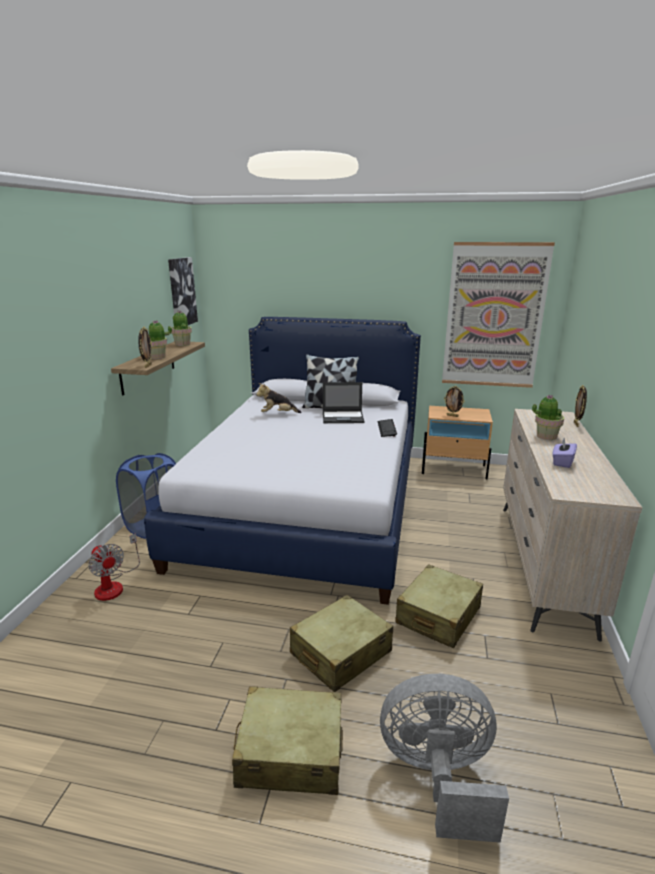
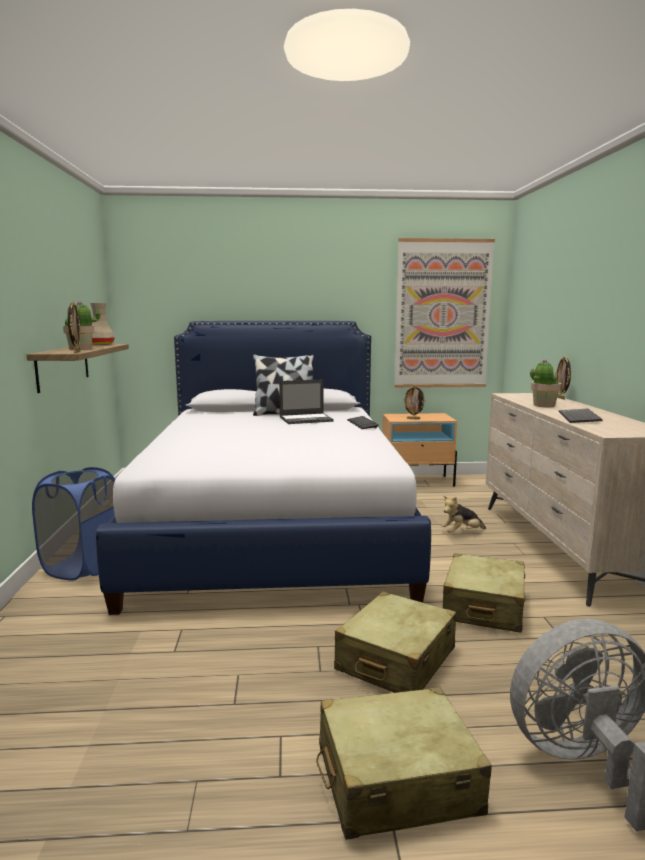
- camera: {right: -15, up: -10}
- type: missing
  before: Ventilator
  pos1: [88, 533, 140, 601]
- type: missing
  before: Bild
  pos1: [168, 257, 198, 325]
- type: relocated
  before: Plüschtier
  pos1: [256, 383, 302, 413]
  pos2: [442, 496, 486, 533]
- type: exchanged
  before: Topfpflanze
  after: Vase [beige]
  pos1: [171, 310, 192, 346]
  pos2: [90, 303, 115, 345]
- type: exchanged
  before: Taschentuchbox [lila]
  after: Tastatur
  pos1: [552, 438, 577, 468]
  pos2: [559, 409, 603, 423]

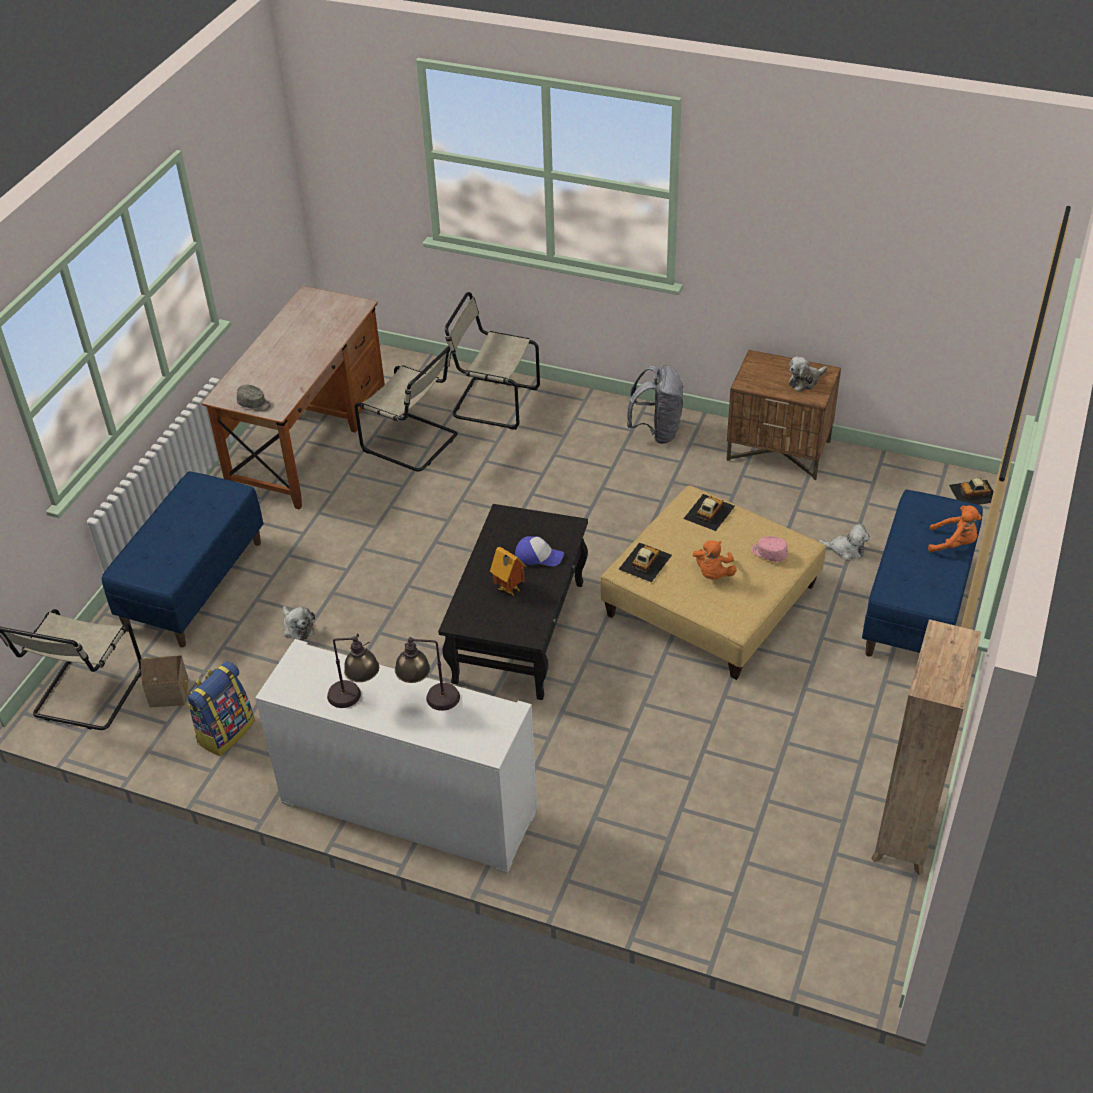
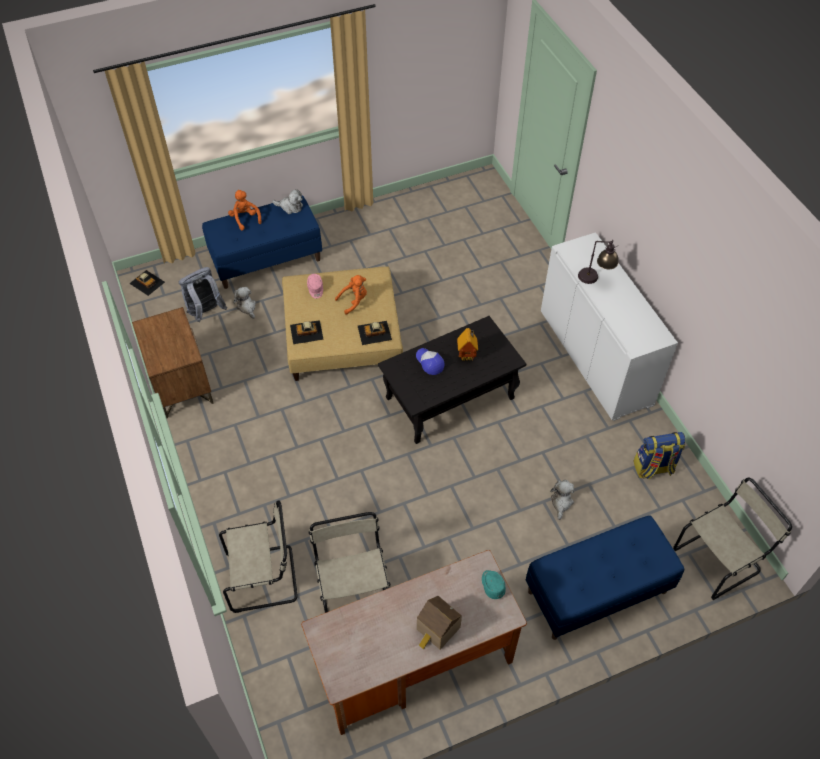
- camera: {right: -135, up: 10}
- type: missing
  before: Tischlampe
  pos1: [327, 634, 379, 708]
- type: missing
  before: Bücherregal [braun]
  pos1: [871, 619, 981, 875]
- type: relocated
  before: Spielzeughaus
  pos1: [140, 655, 188, 708]
  pos2: [417, 596, 462, 650]
- type: relocated
  before: Rucksack [grau]
  pos1: [627, 365, 684, 444]
  pos2: [179, 267, 227, 322]
- type: relocated
  before: Plüschtier
  pos1: [789, 357, 827, 392]
  pos2: [272, 189, 303, 214]
- type: colour
  before: Kappe [grau]
  after: Kappe [türkis]
  pos1: [237, 385, 271, 412]
  pos2: [482, 570, 506, 599]
- type: spun
  before: Stuhl [beige]
  pos1: [445, 292, 540, 430]
  pos2: [219, 500, 298, 613]
  turn: -75

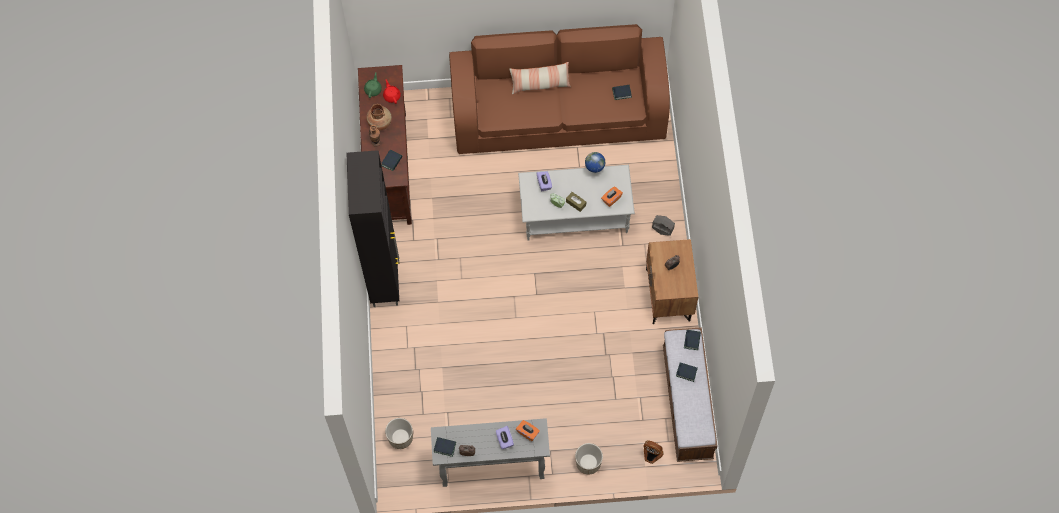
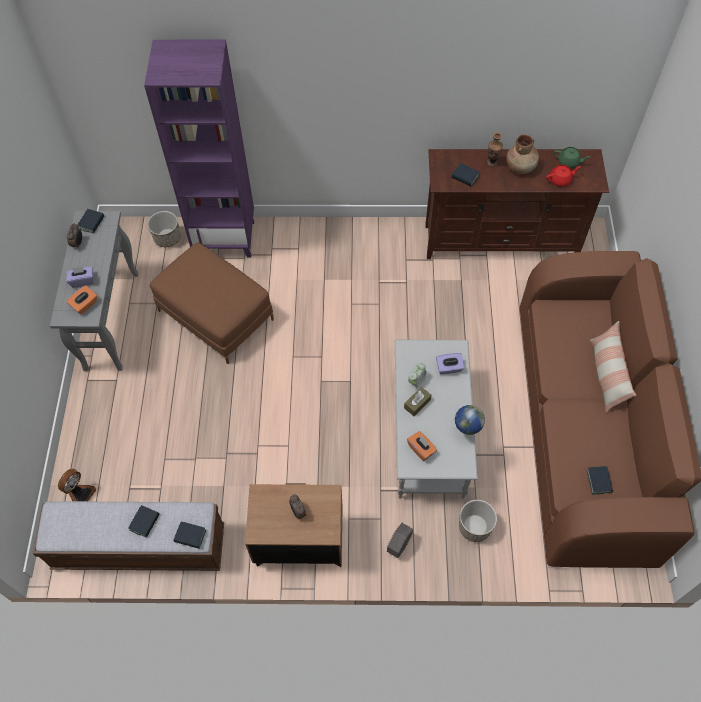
- camera: {right: 95, up: -5}
- type: missing
  before: Schrank [schwarz]
  pos1: [346, 150, 400, 307]
- type: appeared
  after: Bücherregal [lila]
  pos2: [144, 40, 254, 258]
- type: appeared
  after: Polsterhocker [braun]
  pos2: [150, 242, 274, 364]
- type: relocated
  before: Pflanzkübel
  pos1: [575, 443, 603, 474]
  pos2: [459, 500, 497, 542]

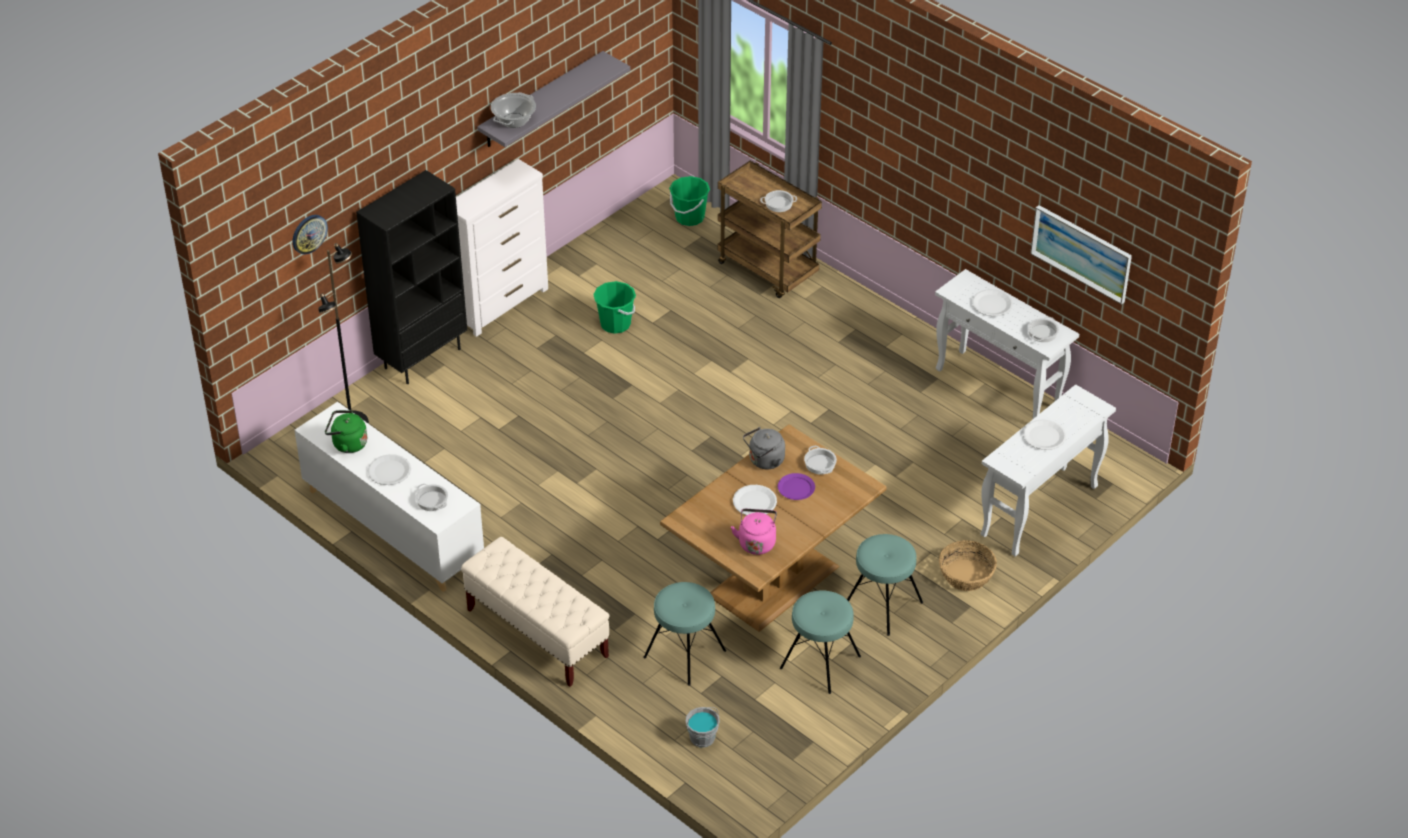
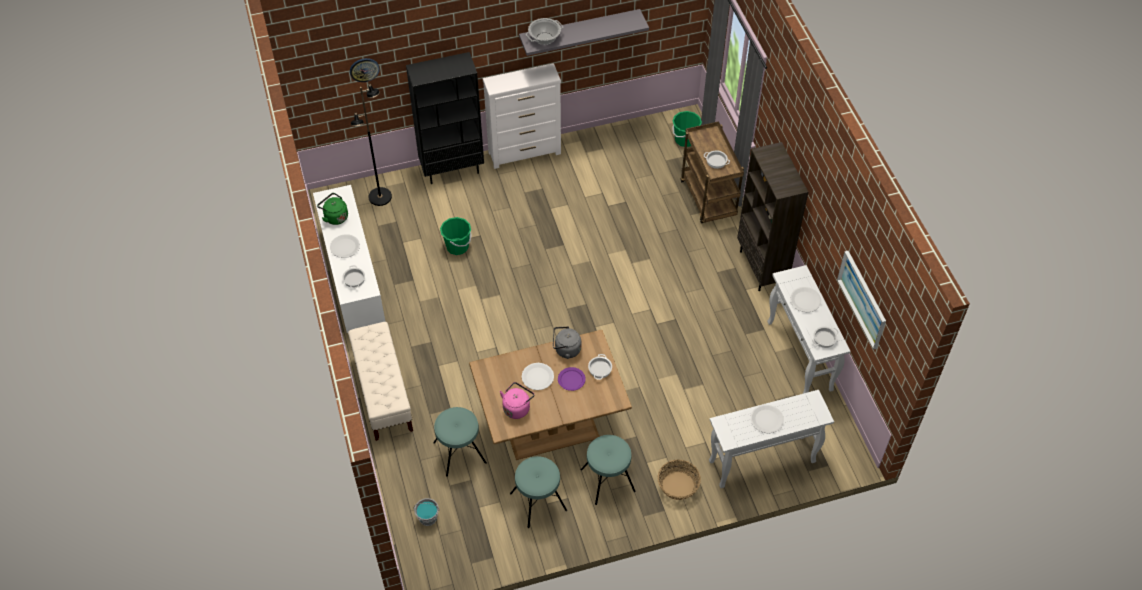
- camera: {right: 30, up: 10}
- type: appeared
  after: Bücherregal [braun]
  pos2: [737, 142, 808, 291]
- type: relocated
  before: Eimer [grün]
  pos1: [593, 281, 636, 334]
  pos2: [440, 217, 472, 255]

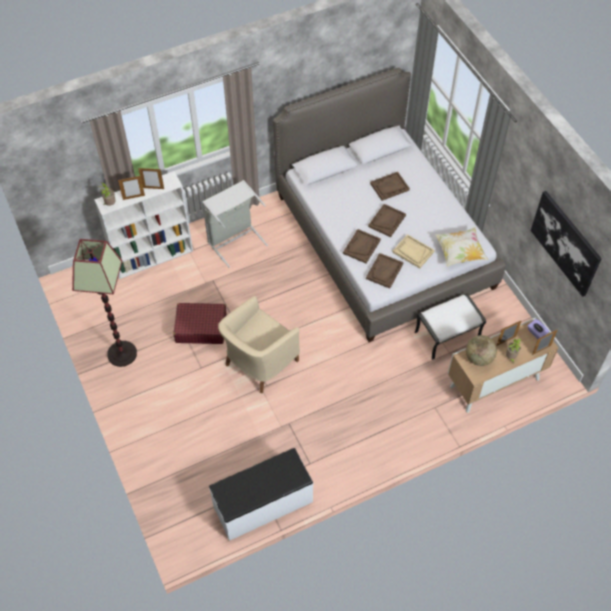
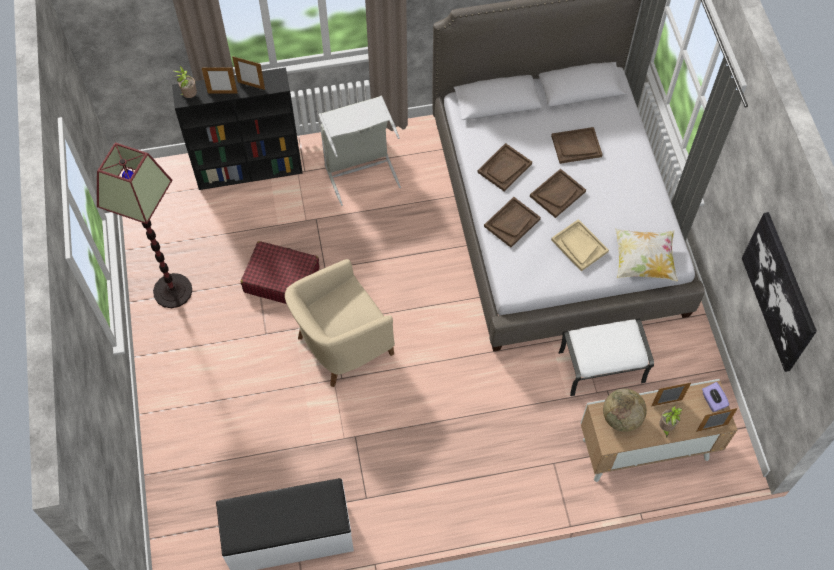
- camera: {right: 15, up: 5}
- type: relocated
  before: Tablett [braun]
  pos1: [366, 253, 404, 288]
  pos2: [477, 143, 532, 192]
- type: colour
  before: Bücherregal [weiß]
  after: Bücherregal [schwarz]
  pos1: [94, 171, 193, 279]
  pos2: [172, 68, 303, 190]

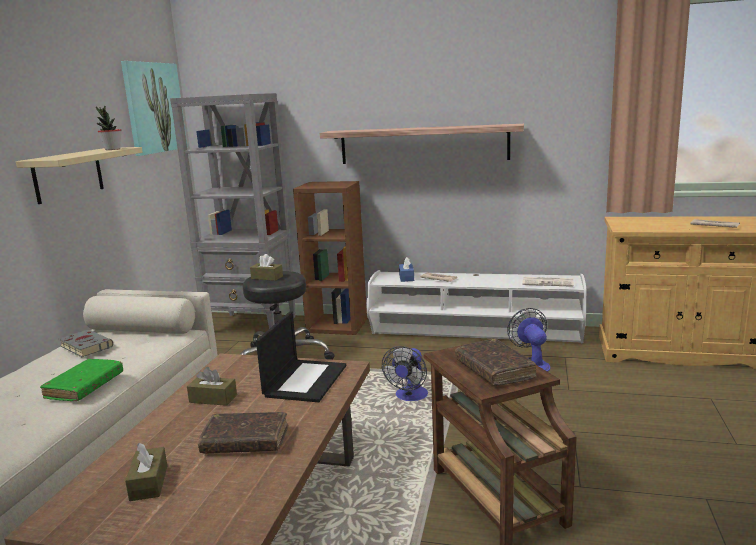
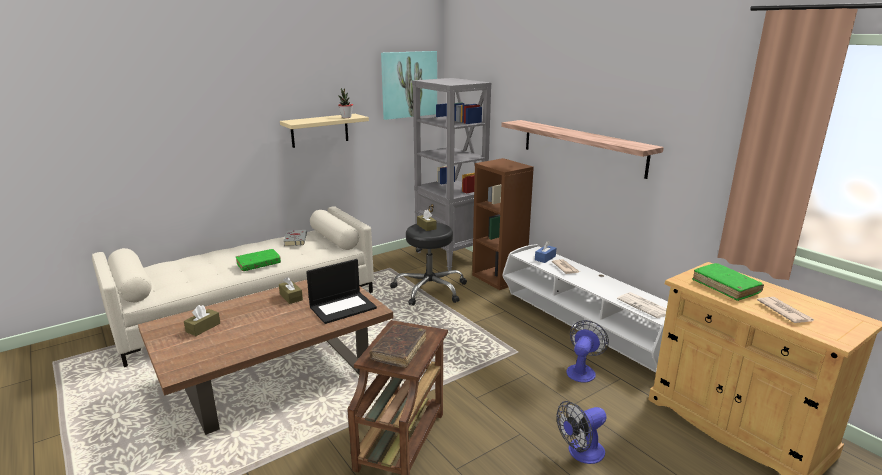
- camera: {right: 40, up: 5}
- type: missing
  before: Buch [braun]
  pos1: [198, 412, 288, 454]
- type: appeared
  after: Buch [grün]
  pos2: [692, 263, 764, 301]
- type: relocated
  before: Ventilator
  pos1: [382, 346, 428, 401]
  pos2: [557, 401, 607, 464]

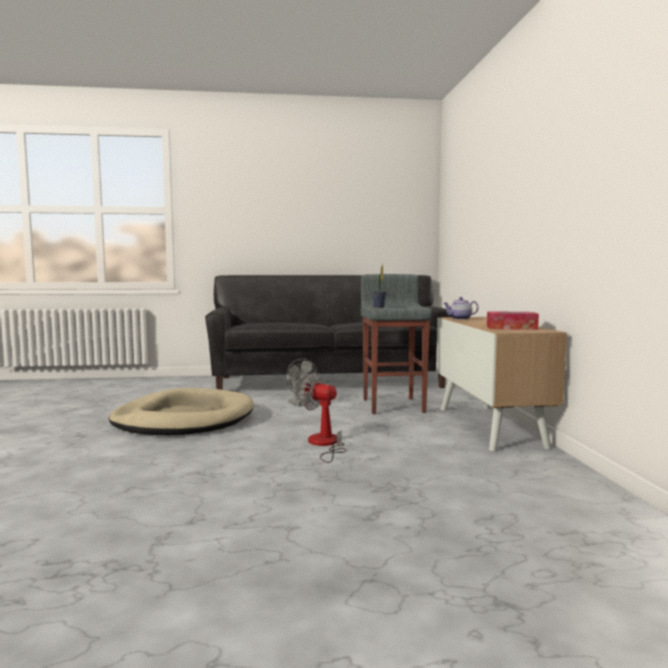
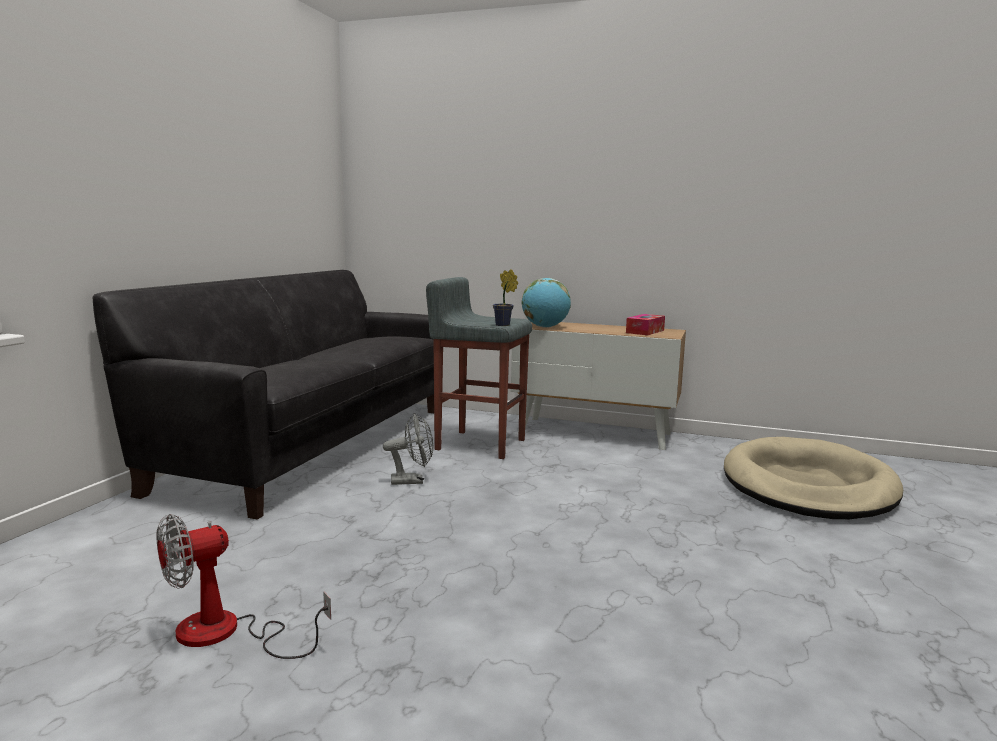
- camera: {right: -65, up: 5}
- type: relocated
  before: Hundebett [beige]
  pos1: [109, 388, 254, 435]
  pos2: [724, 437, 903, 519]
- type: relocated
  before: Ventilator
  pos1: [301, 372, 346, 463]
  pos2: [156, 514, 331, 659]
- type: exchanged
  before: Teekanne
  after: Globus
  pos1: [444, 297, 478, 320]
  pos2: [522, 278, 571, 328]

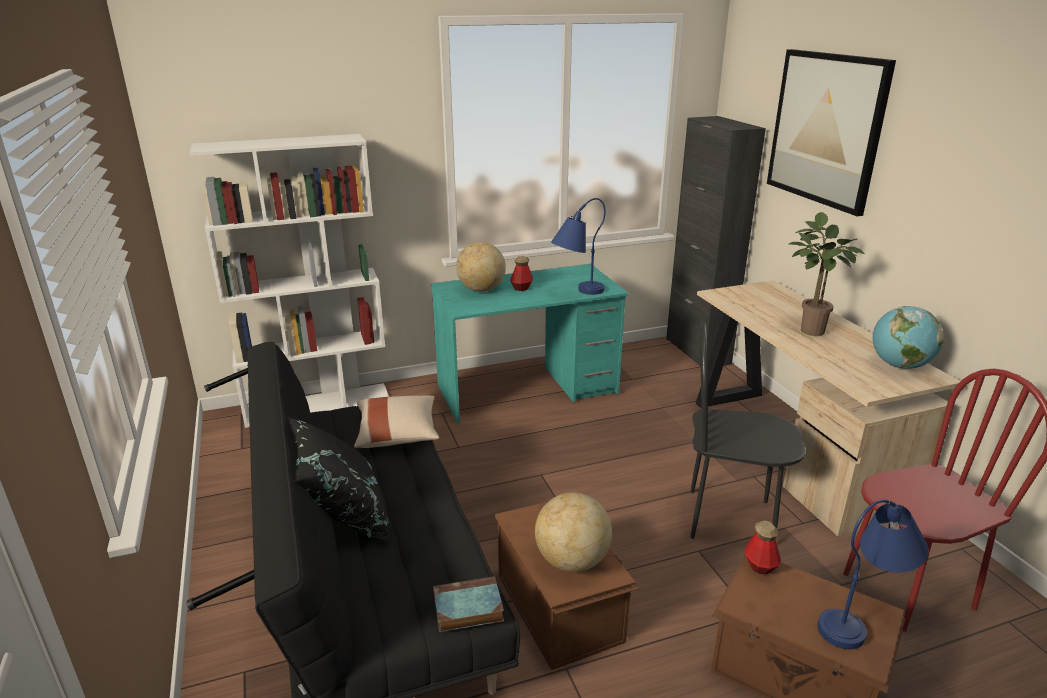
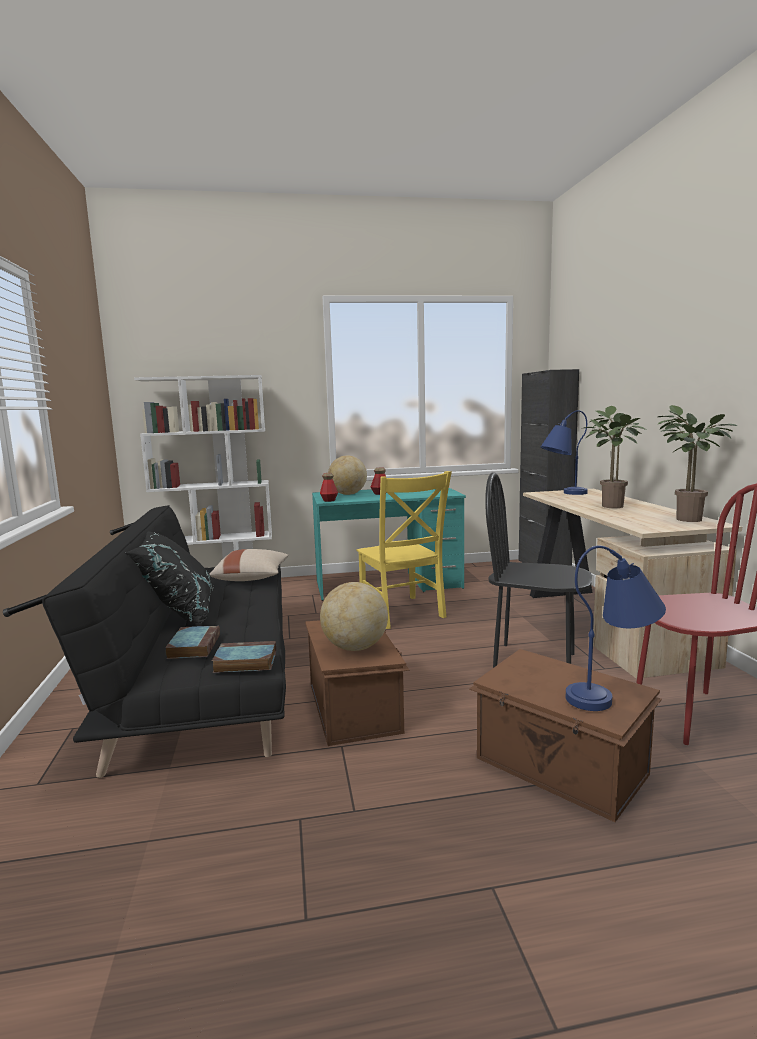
- camera: {right: 10, up: -15}
- type: missing
  before: Bild
  pos1: [767, 49, 896, 216]
- type: appeared
  after: Buch
  pos2: [165, 625, 220, 659]
- type: appeared
  after: Stuhl [gelb]
  pos2: [356, 471, 452, 629]
- type: relocated
  before: Tischlampe [blau]
  pos1: [551, 198, 605, 295]
  pos2: [541, 410, 588, 495]
- type: relocated
  before: Flasche
  pos1: [745, 521, 781, 575]
  pos2: [320, 473, 338, 502]
- type: exchanged
  before: Globus
  after: Topfpflanze
  pos1: [873, 306, 944, 369]
  pos2: [658, 405, 737, 522]

